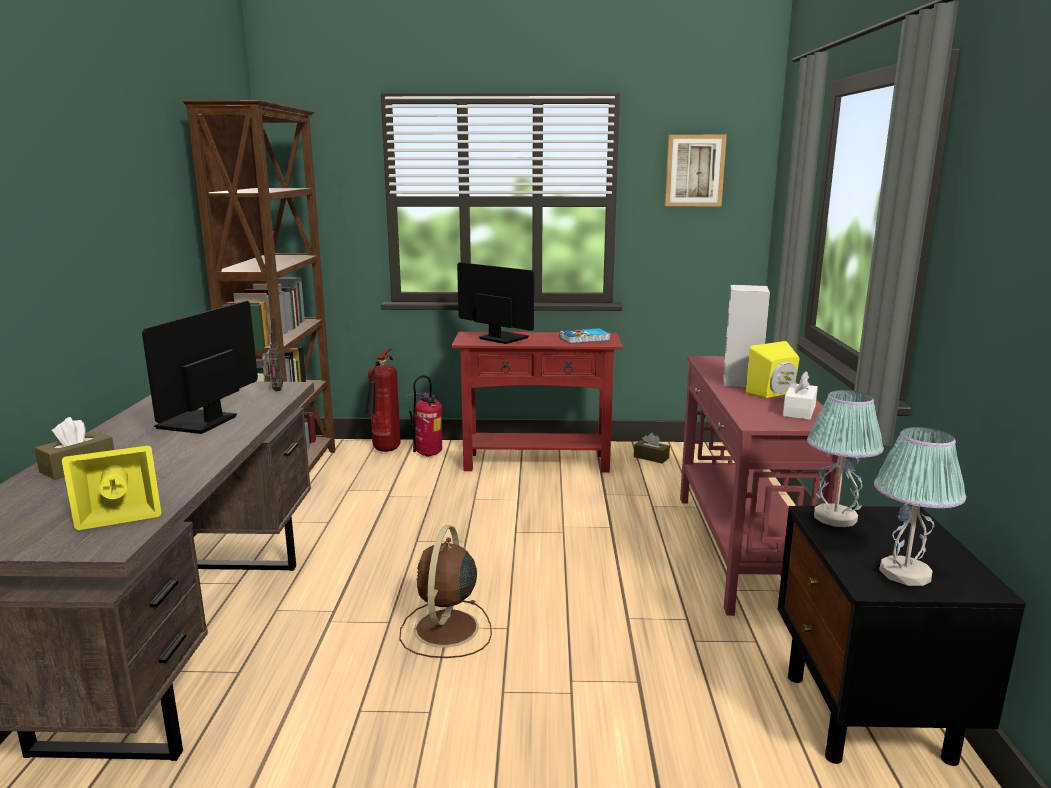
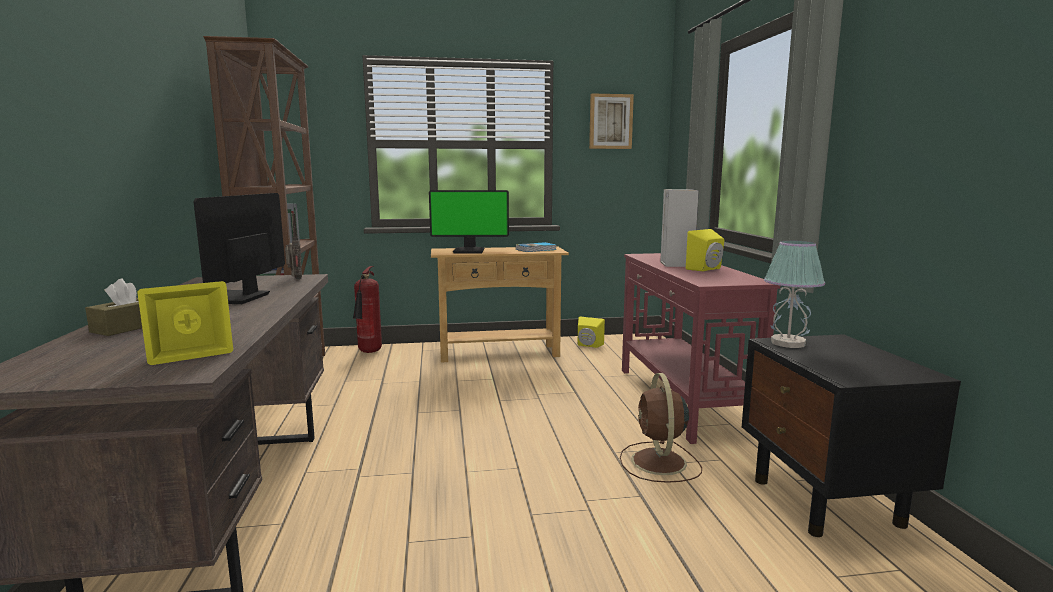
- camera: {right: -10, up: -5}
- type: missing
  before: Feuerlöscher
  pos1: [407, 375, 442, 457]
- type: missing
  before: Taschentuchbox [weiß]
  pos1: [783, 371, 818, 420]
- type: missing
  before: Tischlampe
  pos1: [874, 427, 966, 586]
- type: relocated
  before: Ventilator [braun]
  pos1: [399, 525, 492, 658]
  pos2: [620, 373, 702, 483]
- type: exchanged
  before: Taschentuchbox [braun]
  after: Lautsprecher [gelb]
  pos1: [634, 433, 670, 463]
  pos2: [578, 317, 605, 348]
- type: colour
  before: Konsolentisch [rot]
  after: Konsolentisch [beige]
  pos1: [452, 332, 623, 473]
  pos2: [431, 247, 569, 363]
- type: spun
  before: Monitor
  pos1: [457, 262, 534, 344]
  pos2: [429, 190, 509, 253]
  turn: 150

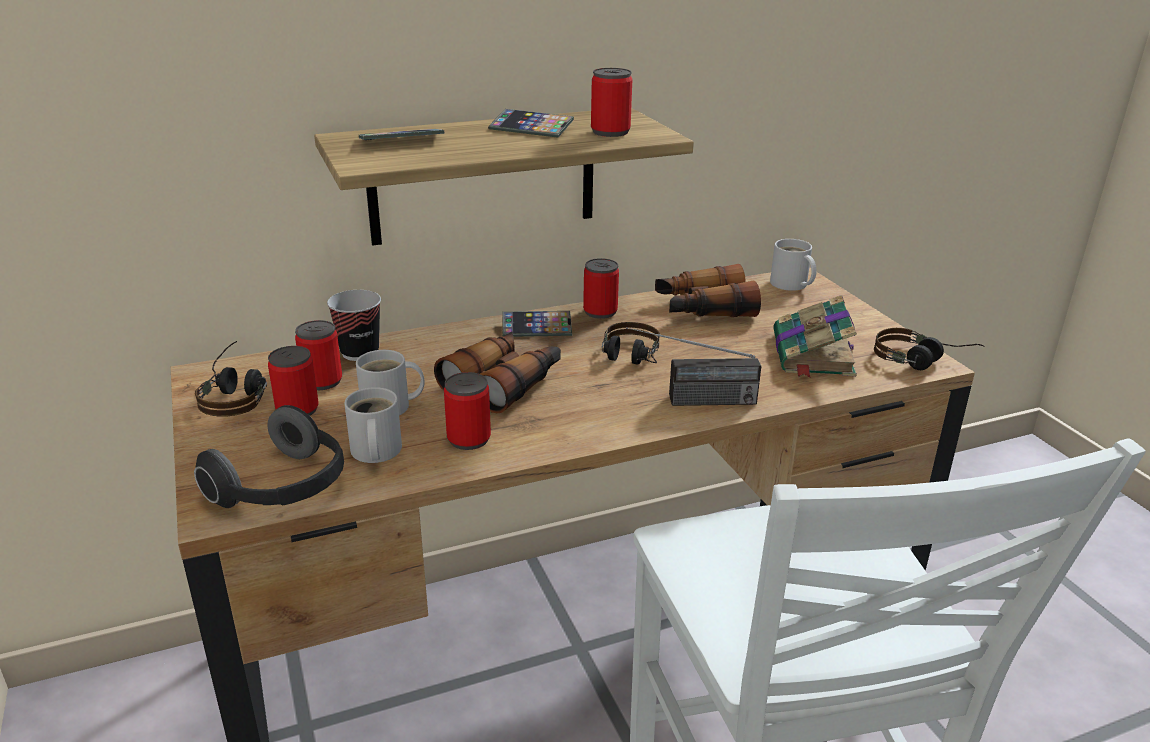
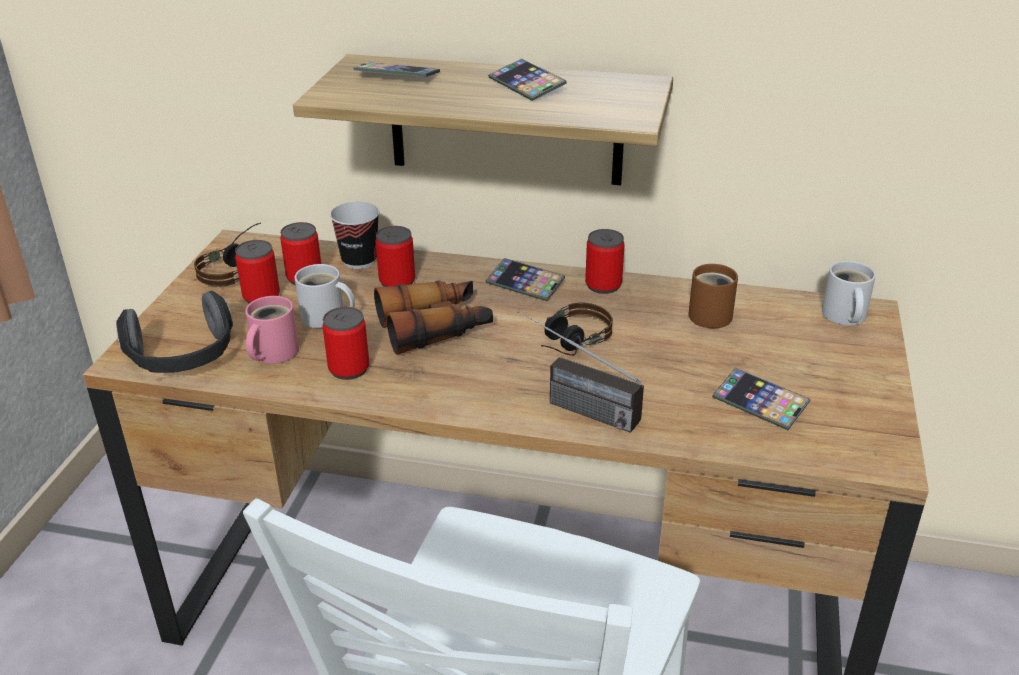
- camera: {right: 35, up: 5}
- type: missing
  before: Kopfhörer
  pos1: [874, 328, 985, 370]
- type: relocated
  before: Dose
  pos1: [591, 68, 632, 137]
  pos2: [375, 226, 415, 287]
- type: exchanged
  before: Fernglas
  after: Henkelbecher [braun]
  pos1: [655, 264, 761, 317]
  pos2: [688, 264, 738, 328]
- type: exchanged
  before: Buch
  after: Handy
  pos1: [773, 295, 857, 378]
  pos2: [713, 368, 810, 430]
- type: colour
  before: Henkelbecher [weiß]
  after: Henkelbecher [rosa]
  pos1: [344, 387, 402, 463]
  pos2: [245, 296, 299, 364]

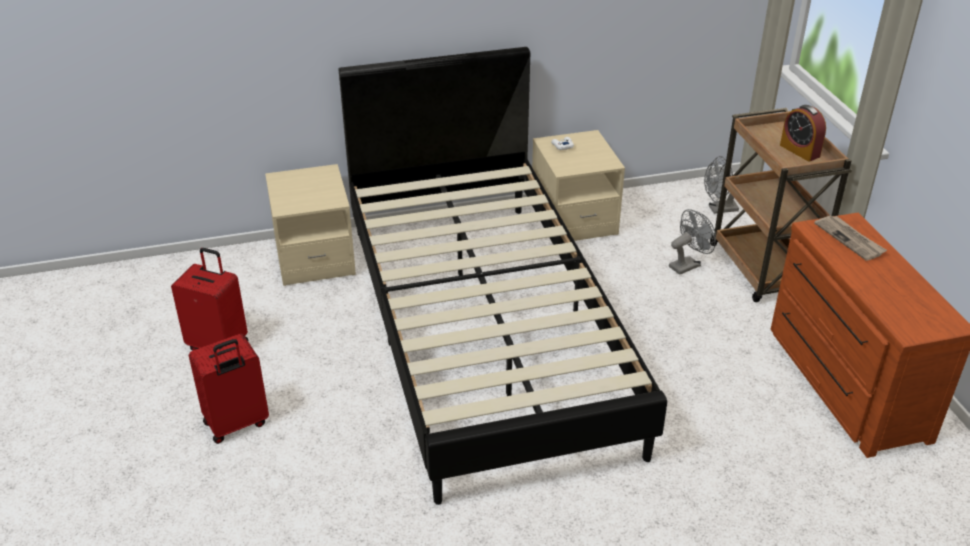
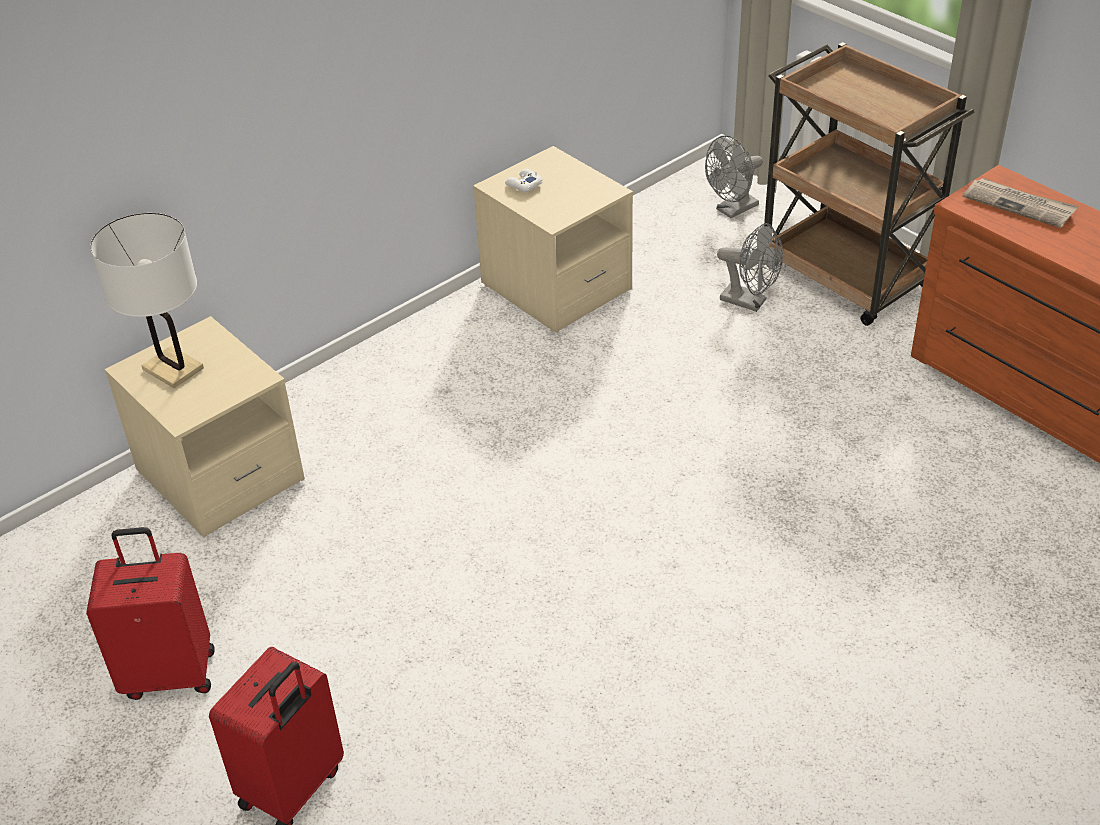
- camera: {right: -25, up: 5}
- type: missing
  before: Bett [schwarz]
  pos1: [339, 47, 667, 505]
- type: missing
  before: Wecker
  pos1: [780, 105, 826, 162]
- type: appeared
  after: Tischlampe [weiß]
  pos2: [90, 213, 204, 388]
- type: spun
  before: Ventilator [grau]
  pos1: [669, 209, 716, 275]
  pos2: [717, 223, 783, 312]
  turn: 90

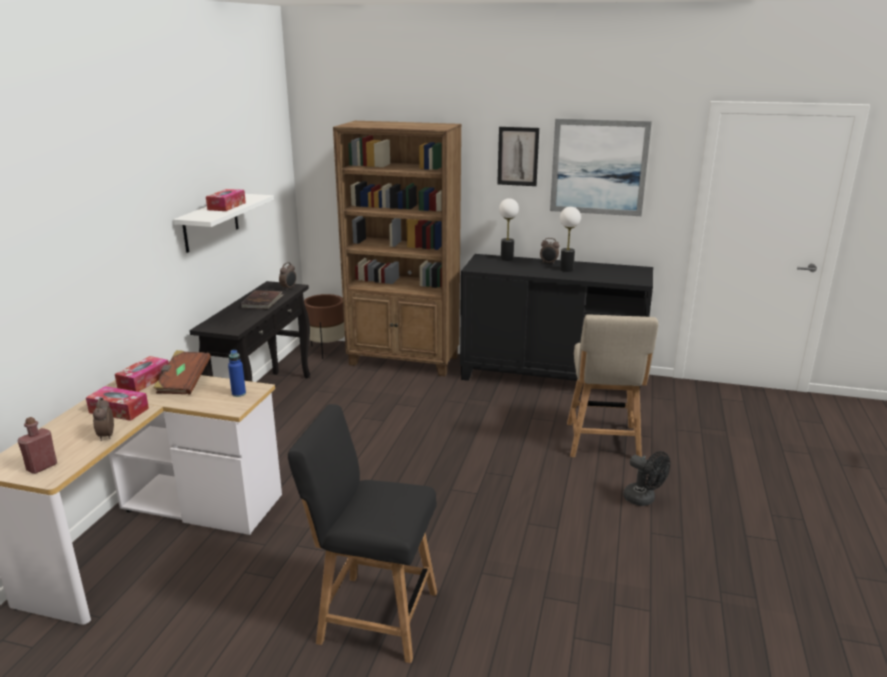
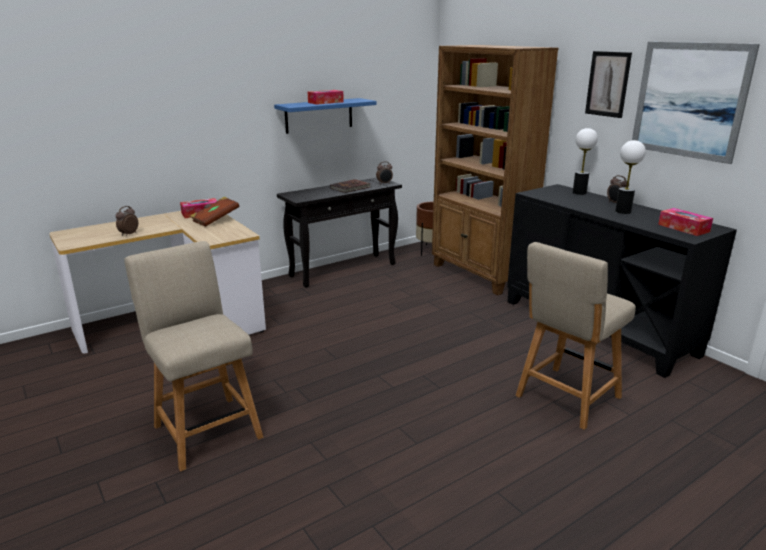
- camera: {right: 40, up: 0}
- type: missing
  before: Flasche [rot]
  pos1: [18, 417, 57, 474]
- type: missing
  before: Flasche [blau]
  pos1: [228, 350, 246, 397]
- type: missing
  before: Ventilator [schwarz]
  pos1: [623, 451, 670, 506]
- type: relocated
  before: Taschentuchbox
  pos1: [86, 386, 149, 421]
  pos2: [658, 208, 713, 236]
- type: colour
  before: Wandregal [weiß]
  after: Wandregal [blau]
  pos1: [173, 194, 274, 253]
  pos2: [274, 98, 377, 134]
- type: colour
  before: Stuhl [schwarz]
  after: Stuhl [beige]
  pos1: [288, 404, 437, 663]
  pos2: [124, 241, 263, 471]

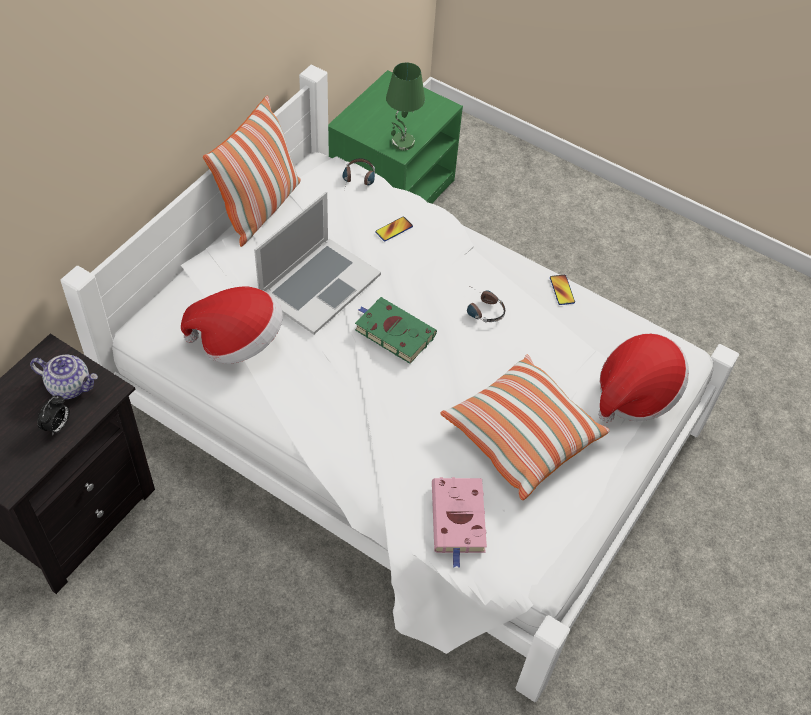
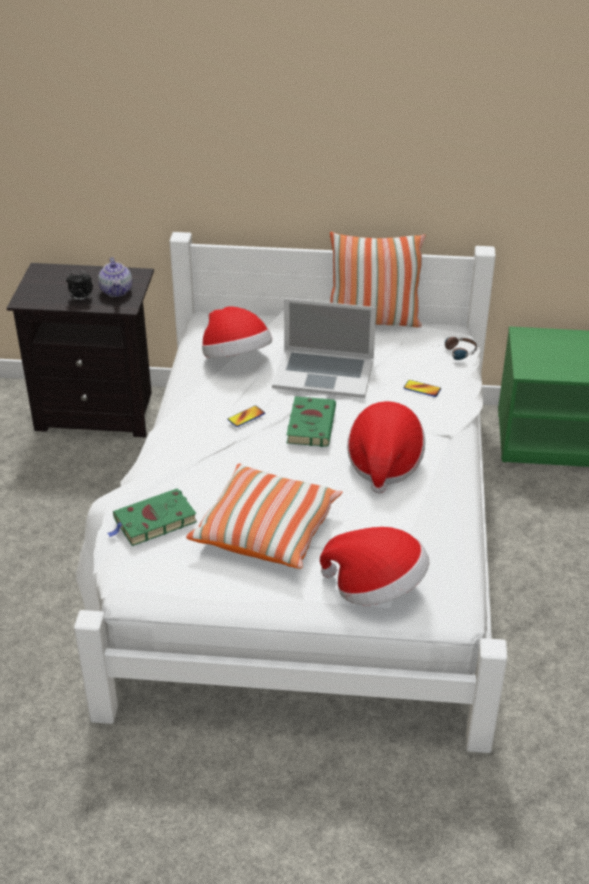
- camera: {right: 65, up: -15}
- type: missing
  before: Tischlampe [grün]
  pos1: [386, 62, 425, 151]
- type: relocated
  before: Handy
  pos1: [550, 275, 575, 305]
  pos2: [227, 406, 265, 427]
- type: exchanged
  before: Kopfhörer
  after: Hut
  pos1: [467, 285, 506, 322]
  pos2: [347, 401, 425, 494]
- type: colour
  before: Buch [rosa]
  after: Buch [grün]
  pos1: [432, 477, 487, 568]
  pos2: [107, 488, 197, 546]

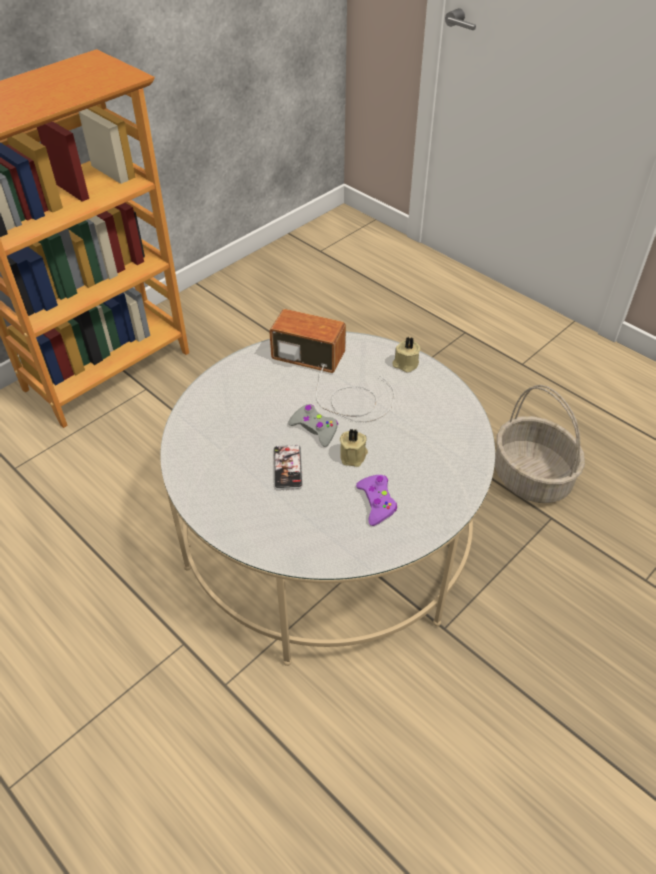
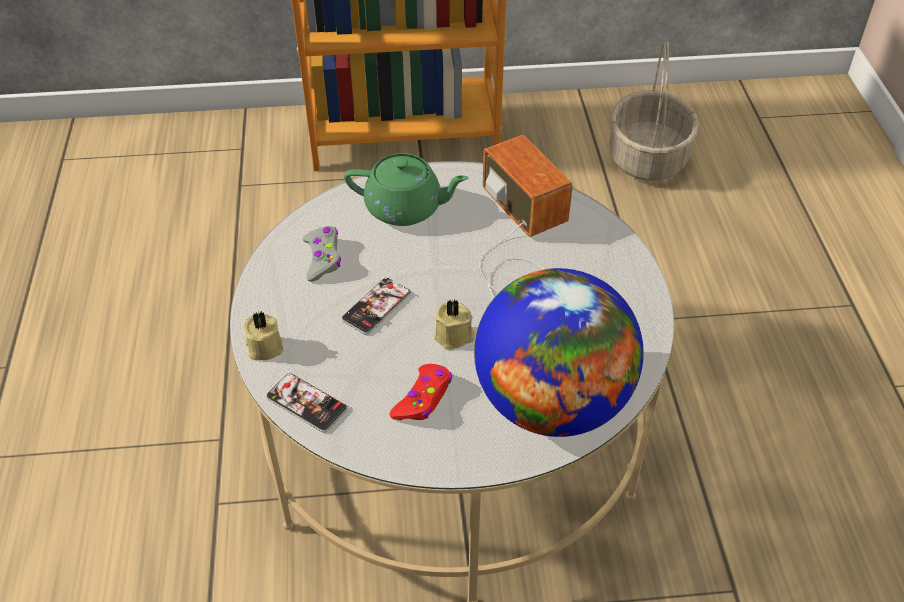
- camera: {right: 40, up: 0}
- type: appeared
  after: Handy
  pos2: [266, 373, 348, 433]
- type: appeared
  after: Teekanne [grün]
  pos2: [344, 153, 469, 226]
- type: appeared
  after: Globus
  pos2: [474, 268, 643, 437]
- type: relocated
  before: Gamepad [grau]
  pos1: [288, 404, 338, 447]
  pos2: [303, 226, 341, 282]
- type: relocated
  before: Kerze [beige]
  pos1: [392, 337, 420, 372]
  pos2: [243, 311, 284, 360]
- type: relocated
  before: Korb
  pos1: [495, 385, 585, 503]
  pos2: [609, 42, 699, 181]
- type: colour
  before: Gamepad [lila]
  after: Gamepad [rot]
  pos1: [356, 475, 397, 526]
  pos2: [389, 364, 452, 420]

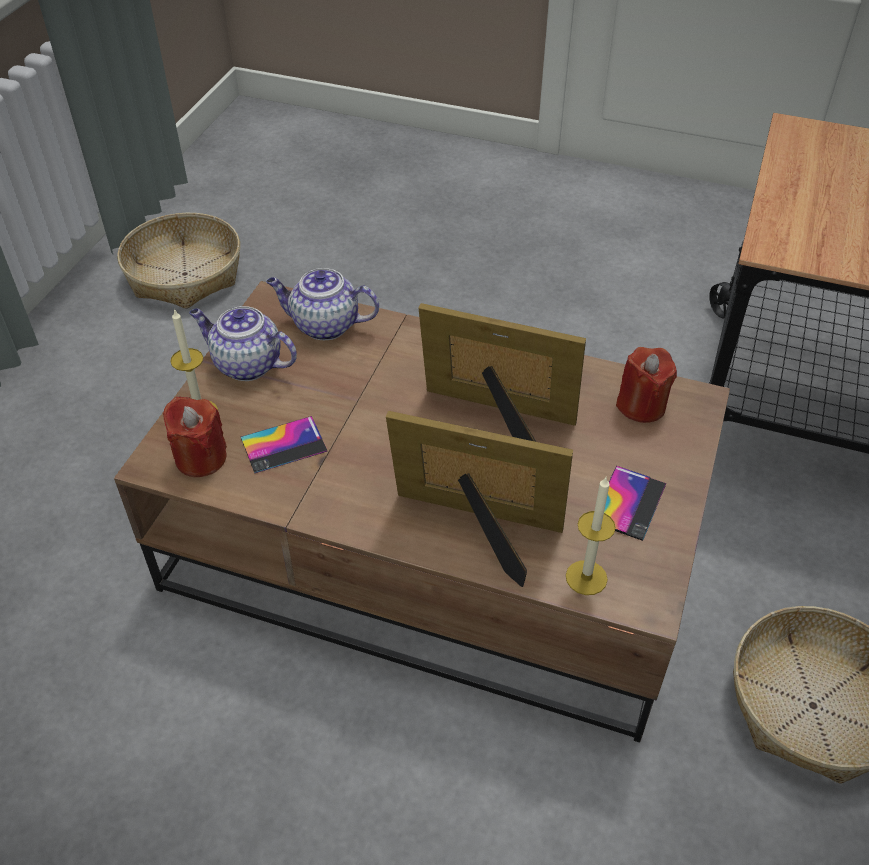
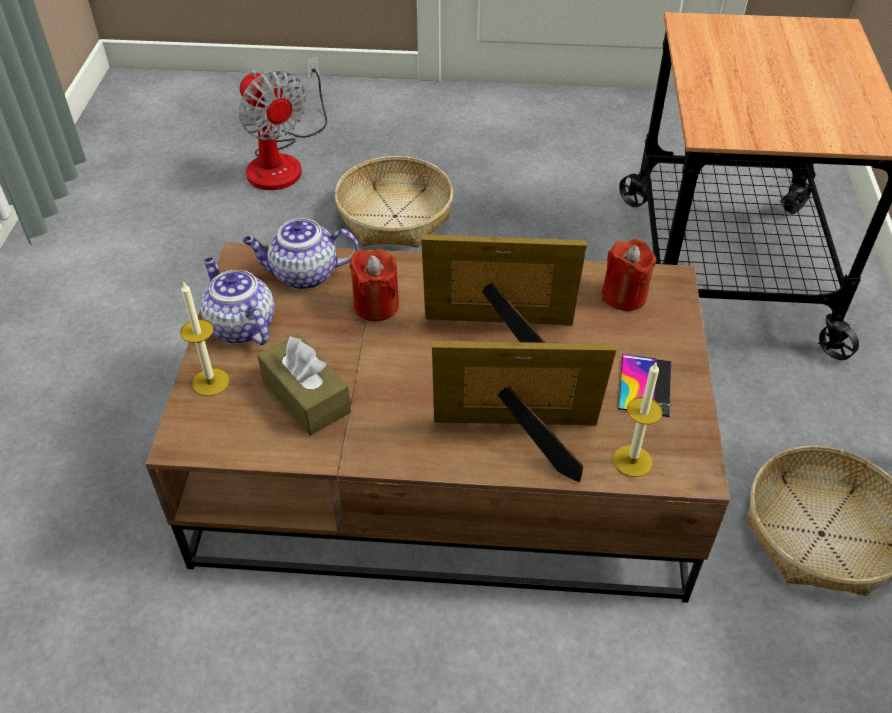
- camera: {right: -15, up: 0}
- type: appeared
  after: Ventilator
  pos2: [239, 56, 327, 190]
- type: relocated
  before: Korb
  pos1: [117, 213, 240, 309]
  pos2: [335, 156, 453, 247]
- type: relocated
  before: Kerze [rot]
  pos1: [163, 396, 227, 477]
  pos2: [349, 249, 399, 321]
- type: exchanged
  before: Handy
  after: Taschentuchbox [braun]
  pos1: [241, 416, 327, 473]
  pos2: [258, 334, 351, 436]
- type: spun
  before: Teekanne
  pos1: [189, 306, 297, 381]
  pos2: [201, 257, 274, 345]
  turn: 45

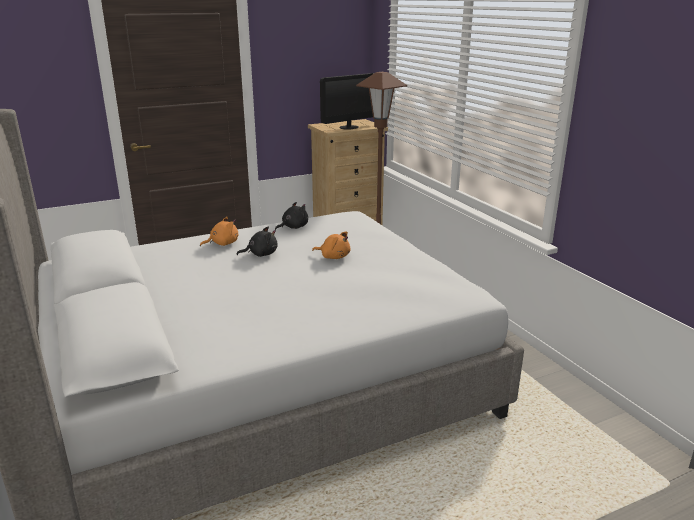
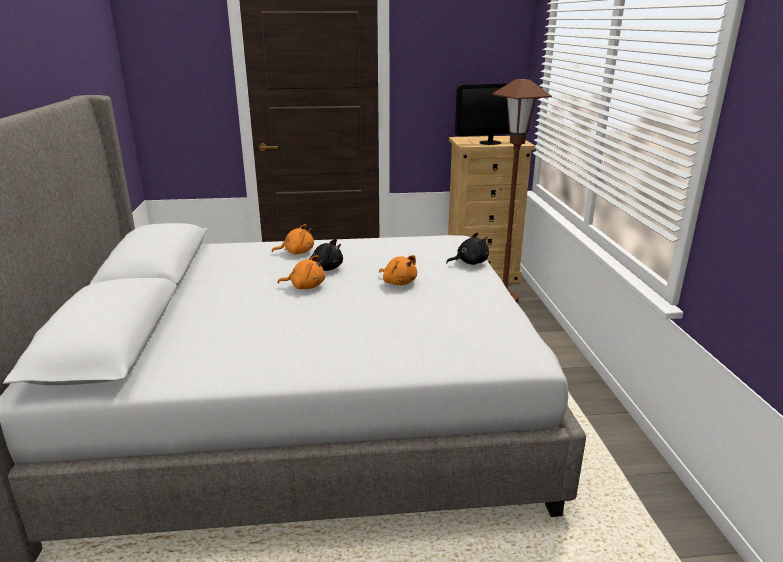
- camera: {right: 20, up: 0}
- type: appeared
  after: Plüschtier [orange]
  pos2: [277, 255, 325, 289]
- type: relocated
  before: Plüschtier [schwarz]
  pos1: [275, 202, 308, 230]
  pos2: [446, 233, 489, 265]

